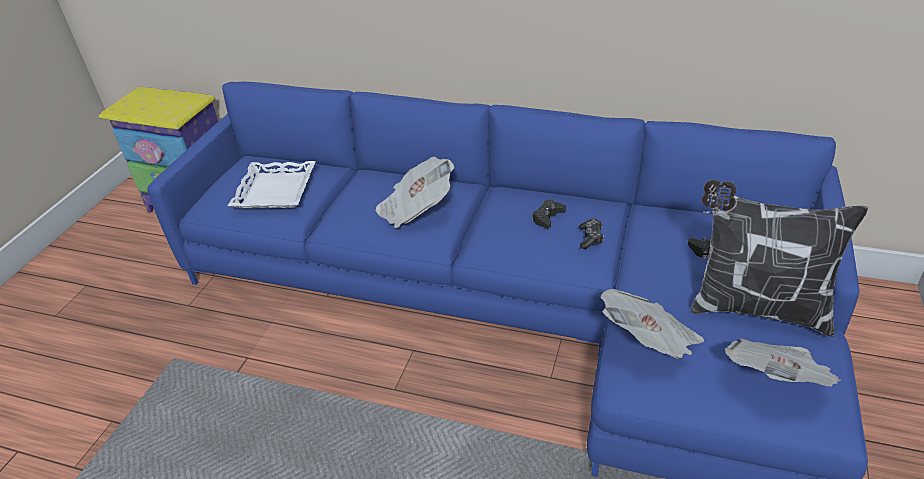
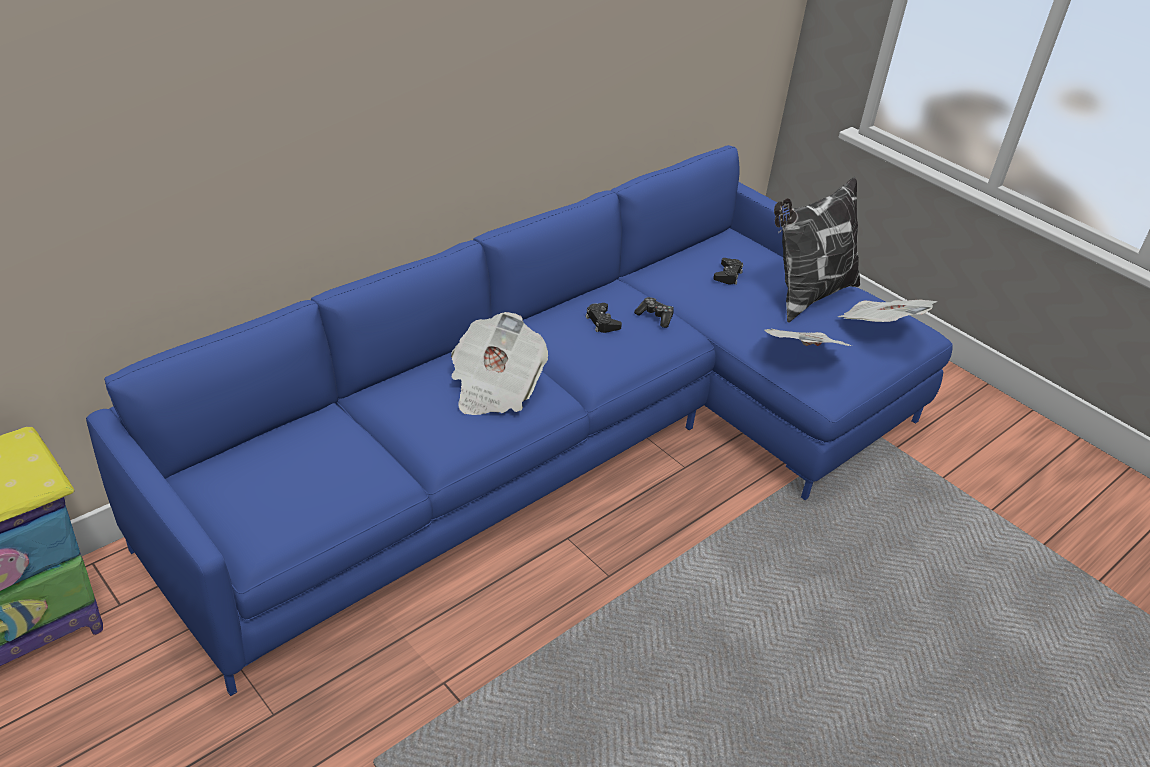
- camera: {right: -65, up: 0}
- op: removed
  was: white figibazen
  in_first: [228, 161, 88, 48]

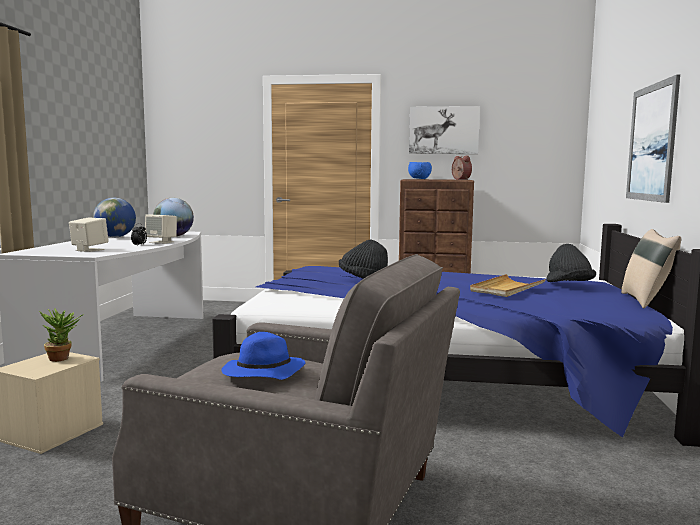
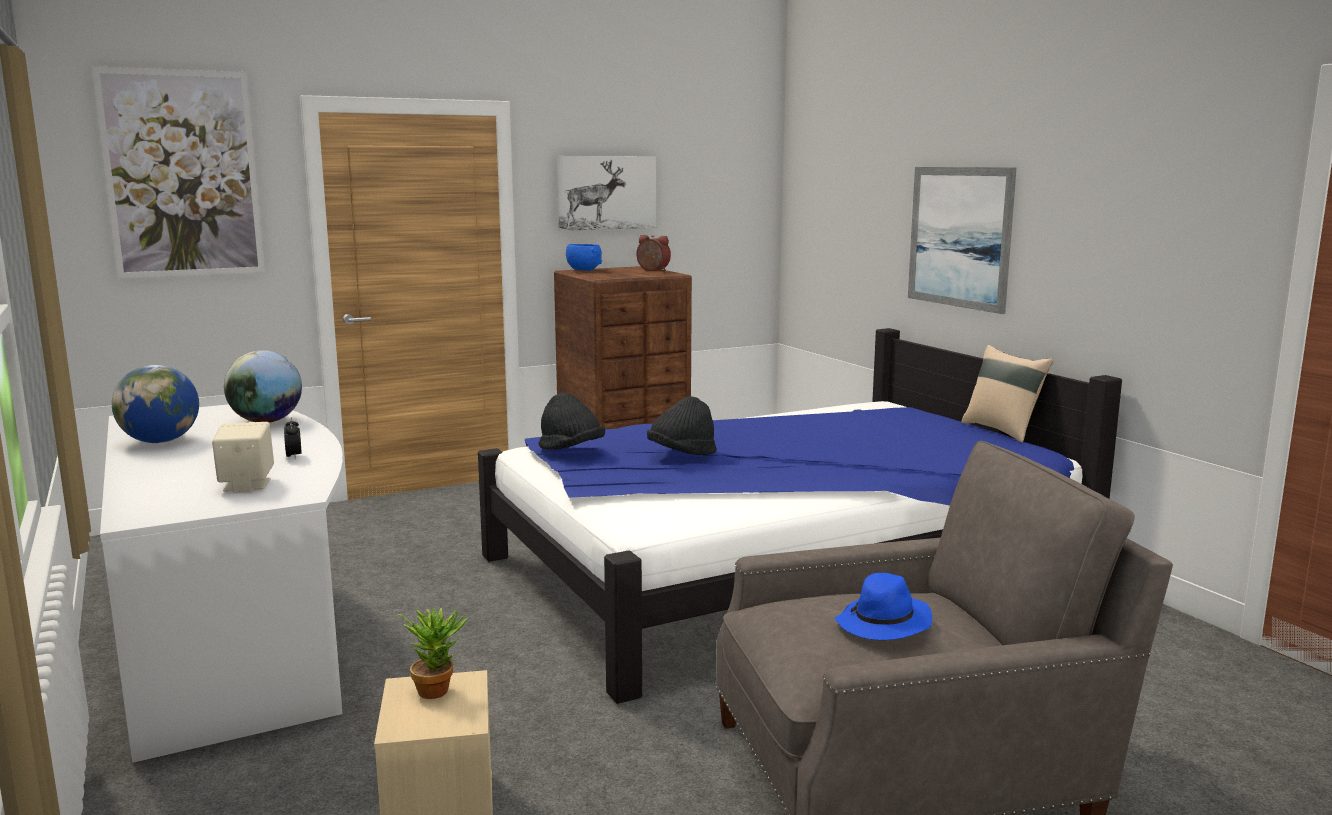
- camera: {right: -35, up: 5}
- op: removed
  was: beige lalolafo
  in_first: [145, 214, 32, 30]
- op: moved
  was: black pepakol
  in_first: [546, 244, 50, 38]
  in_second: [539, 393, 66, 57]
- op: removed
  was: beige figibazen
  in_first: [470, 274, 76, 23]
- op: added
  now: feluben
  in_second: [91, 66, 174, 213]

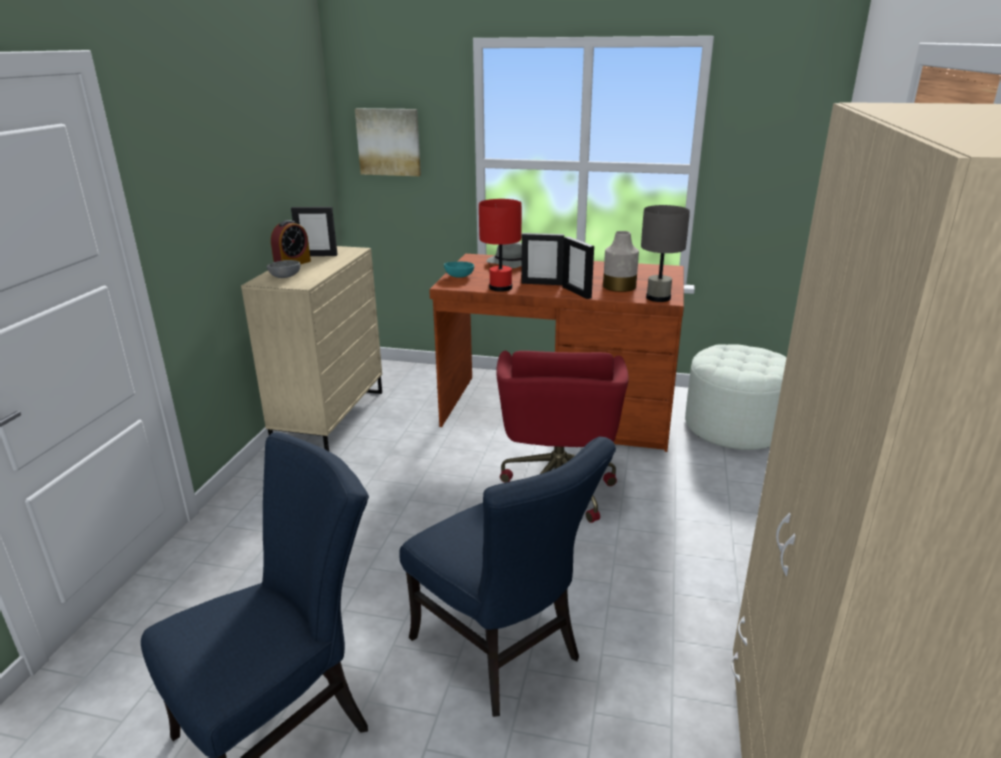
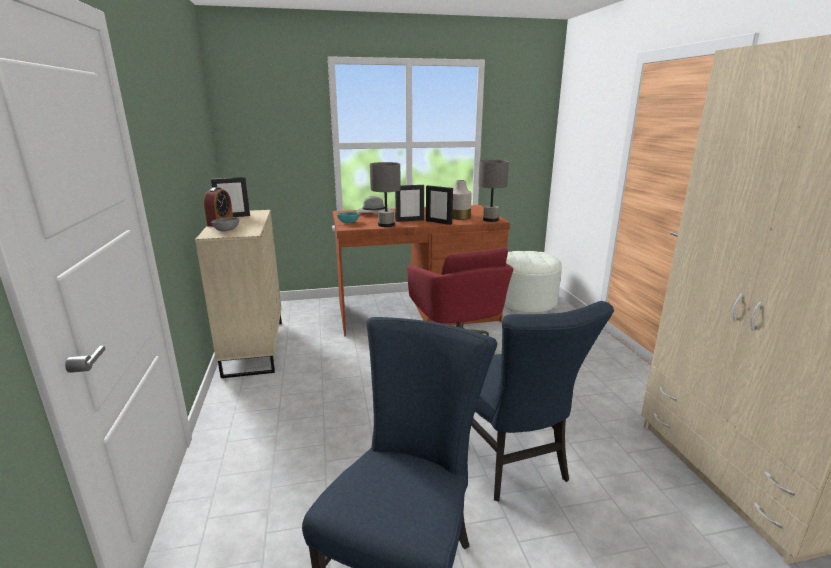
- camera: {right: -25, up: -5}
- op: removed
  was: feluben
  in_first: [355, 108, 66, 68]
- op: recoloured
  was: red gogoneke
  now: grey gogoneke
  in_first: [479, 199, 43, 93]
  in_second: [370, 162, 31, 65]
- op: turned
  was: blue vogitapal
  in_first: [399, 436, 217, 281]
  in_second: [471, 301, 143, 200]
  clockwise: 45

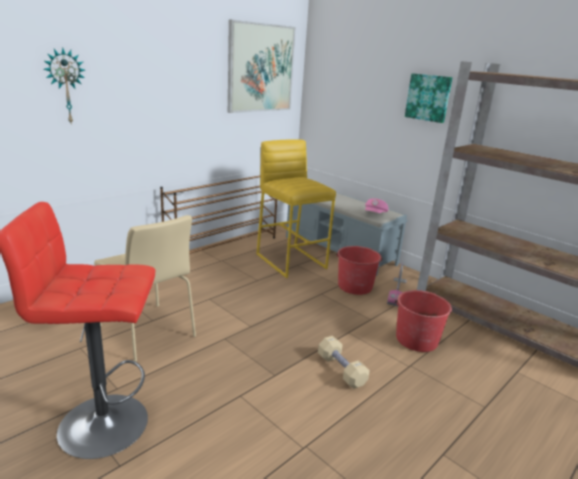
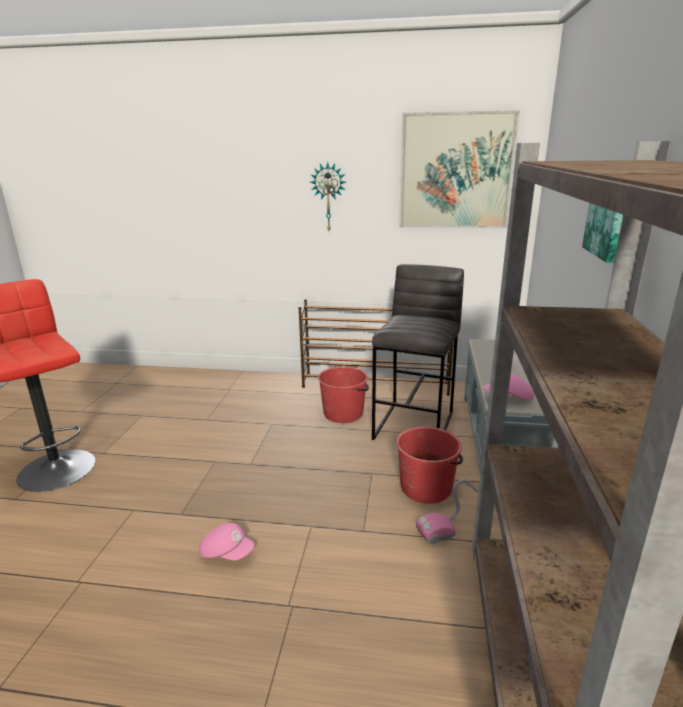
- camera: {right: 55, up: 0}
- op: moved
  was: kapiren
  in_first: [43, 48, 42, 75]
  in_second: [310, 162, 36, 69]
- op: recoloured
  was: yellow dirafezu
  now: grey dirafezu
  in_first: [257, 139, 79, 139]
  in_second: [372, 264, 92, 176]
- op: removed
  was: beige vogitapal
  in_first: [94, 215, 102, 147]
- op: moved
  was: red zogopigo
  in_first: [395, 290, 58, 62]
  in_second: [318, 366, 51, 57]
- op: replaced
  was: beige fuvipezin
  now: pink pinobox
  in_first: [318, 336, 52, 53]
  in_second: [199, 523, 55, 37]

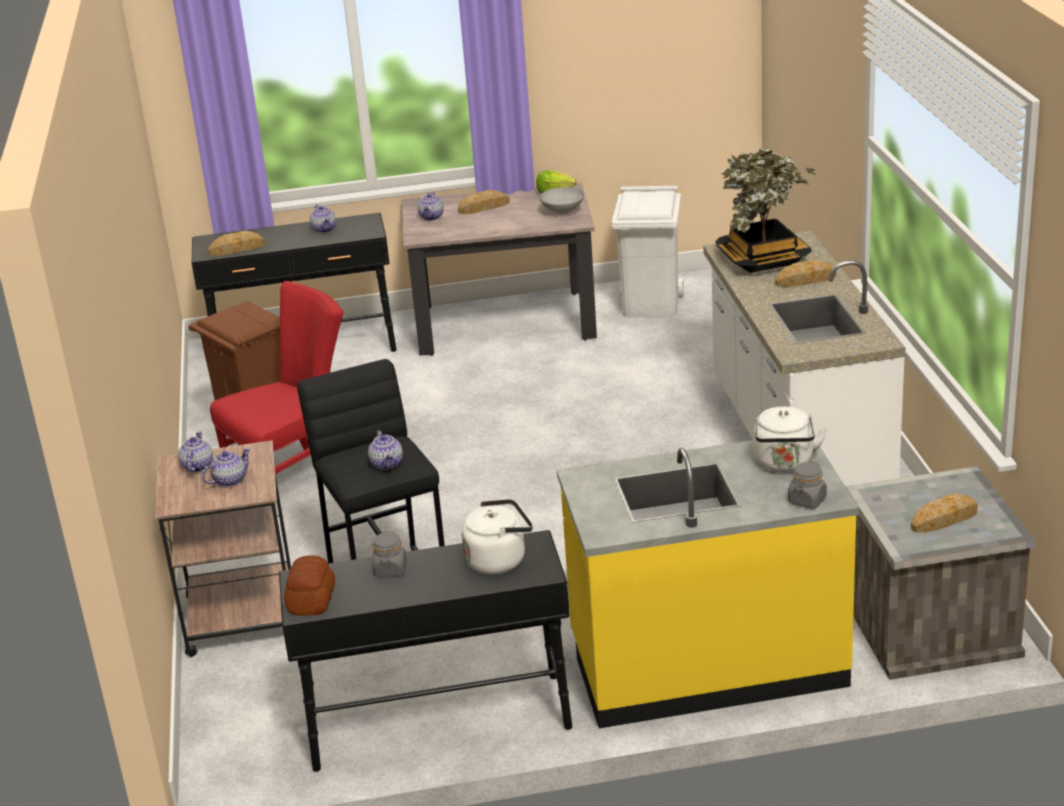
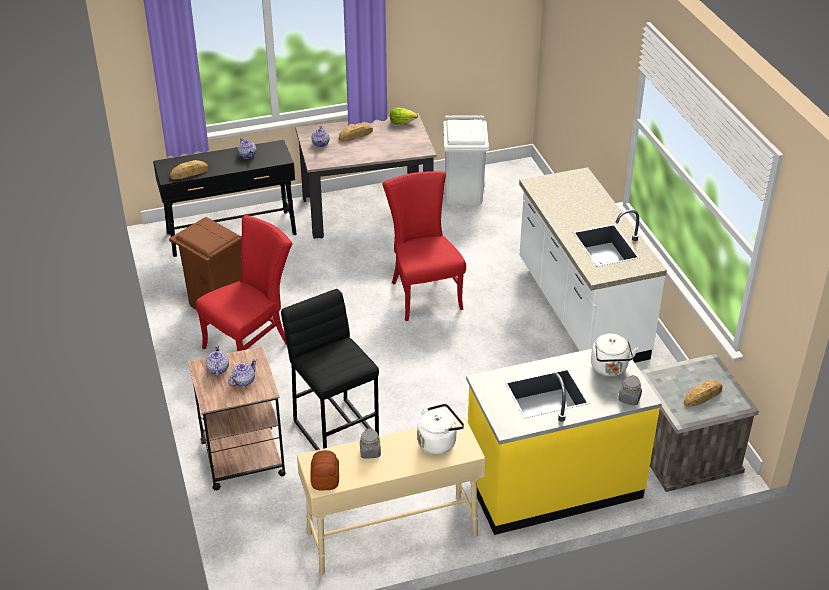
- camera: {right: -10, up: 10}
- op: removed
  was: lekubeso
  in_first: [715, 148, 102, 125]
- op: removed
  was: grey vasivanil
  in_first: [539, 187, 45, 27]
- op: removed
  was: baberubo
  in_first: [775, 259, 61, 28]
- op: removed
  was: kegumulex
  in_first: [368, 430, 35, 40]
- op: recoloured
  was: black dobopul
  now: beige dobopul
  in_first: [279, 530, 293, 242]
  in_second: [297, 417, 189, 158]
- op: added
  now: red vogitapal
  in_second: [382, 171, 84, 150]

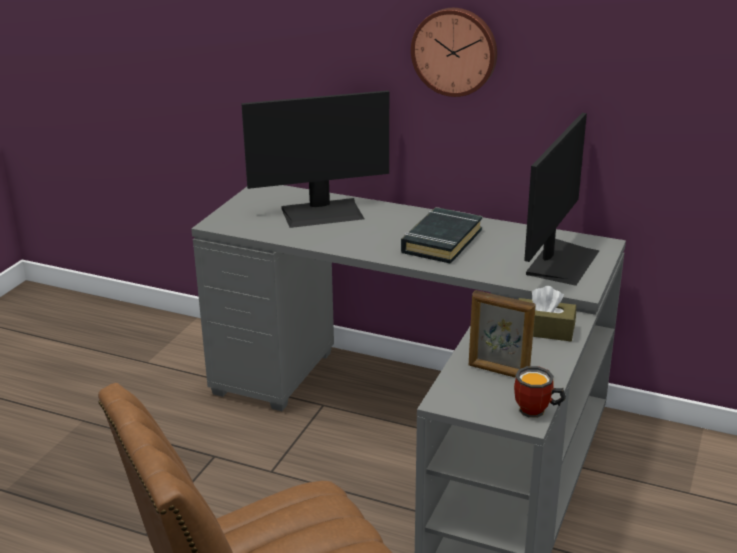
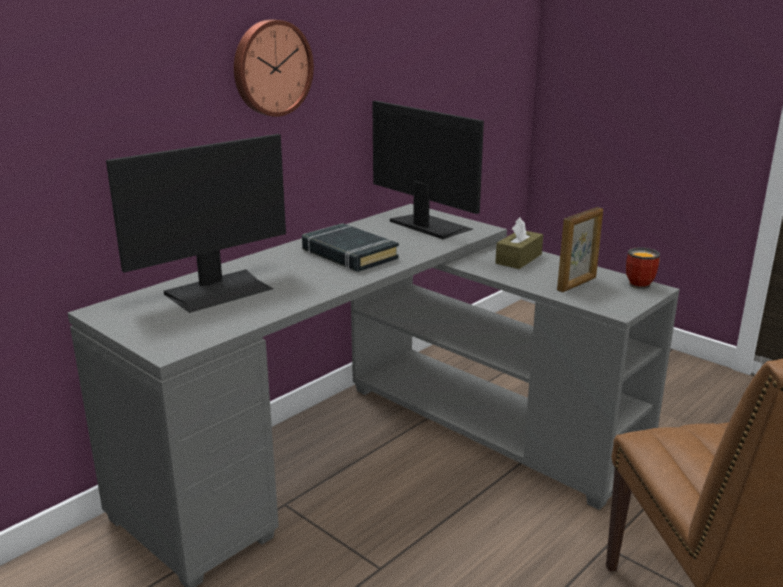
- camera: {right: -70, up: -5}
- op: turned
  was: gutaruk
  in_first: [241, 90, 148, 138]
  in_second: [106, 134, 180, 179]
  clockwise: 45

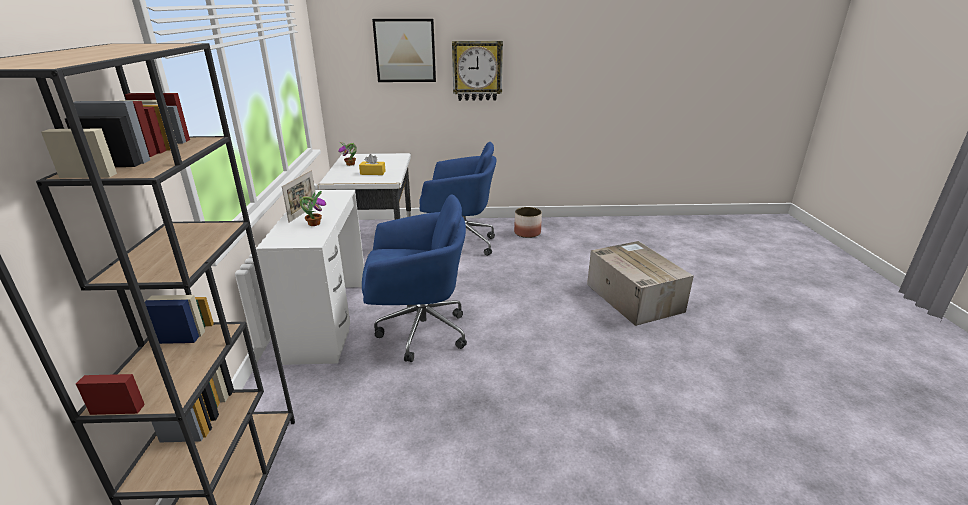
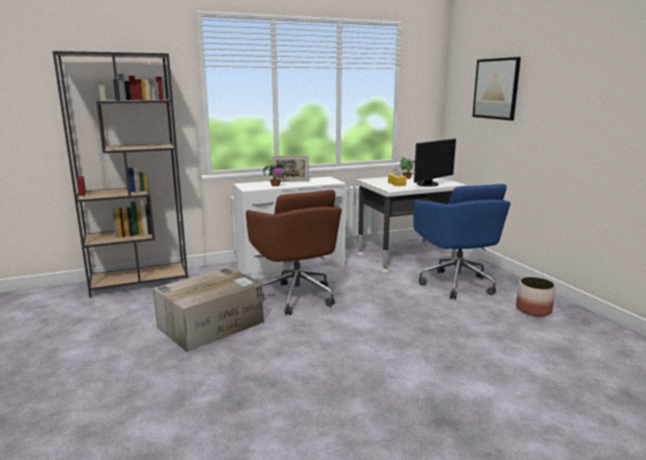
- camera: {right: 70, up: -10}
- op: removed
  was: kapiren
  in_first: [452, 41, 51, 60]
- op: recoloured
  was: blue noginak
  now: brown noginak
  in_first: [362, 194, 105, 168]
  in_second: [246, 190, 96, 125]
- op: moved
  was: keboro
  in_first: [587, 241, 107, 85]
  in_second: [153, 267, 111, 85]
- op: added
  now: gutaruk
  in_second: [414, 139, 42, 48]

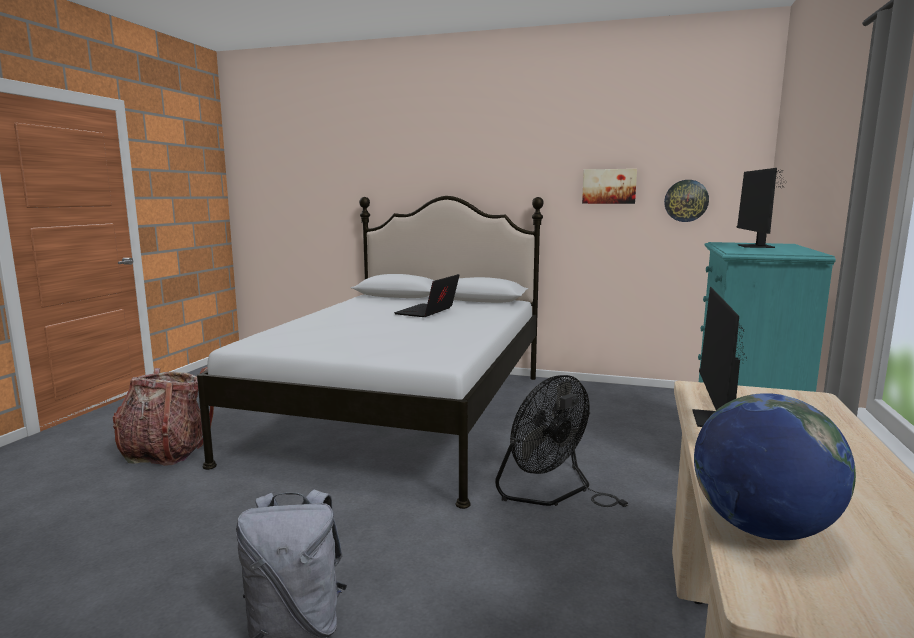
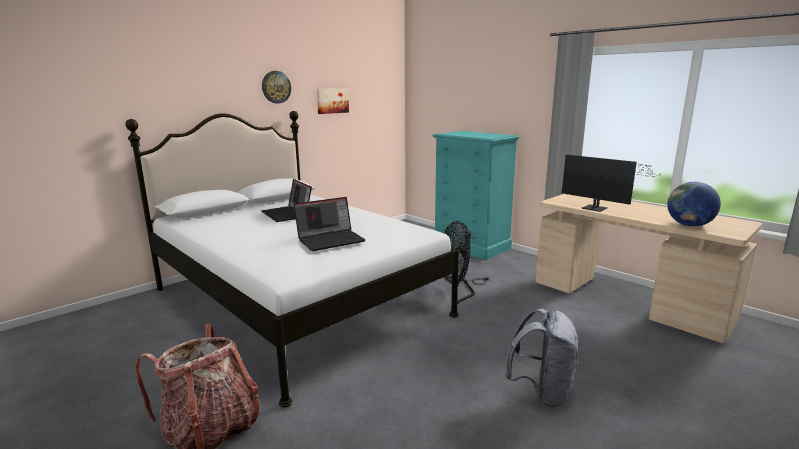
- camera: {right: -60, up: 5}
- op: removed
  was: gutaruk
  in_first: [736, 168, 49, 80]
- op: moved
  was: kapiren
  in_first: [664, 180, 45, 42]
  in_second: [262, 71, 29, 33]
- op: added
  now: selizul
  in_second: [293, 197, 72, 54]

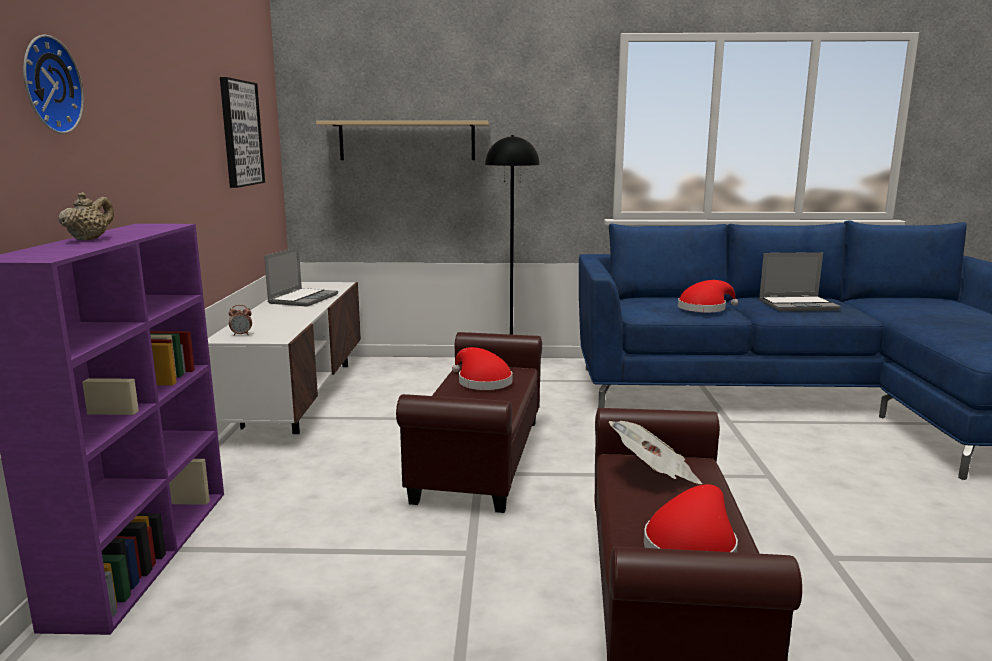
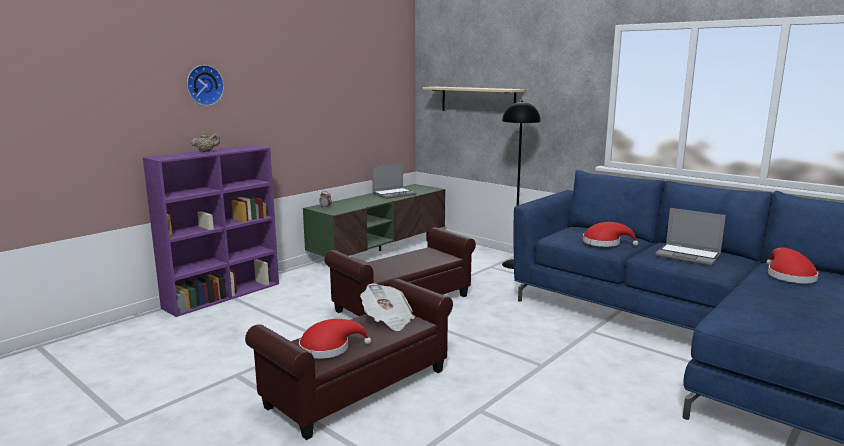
- camera: {right: 40, up: 0}
- op: removed
  was: feluben
  in_first: [220, 77, 45, 111]
- op: recoloured
  was: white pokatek
  now: green pokatek
  in_first: [208, 282, 153, 152]
  in_second: [303, 184, 142, 72]
- op: moved
  was: red pepakol
  in_first: [452, 347, 61, 43]
  in_second: [766, 247, 53, 36]

